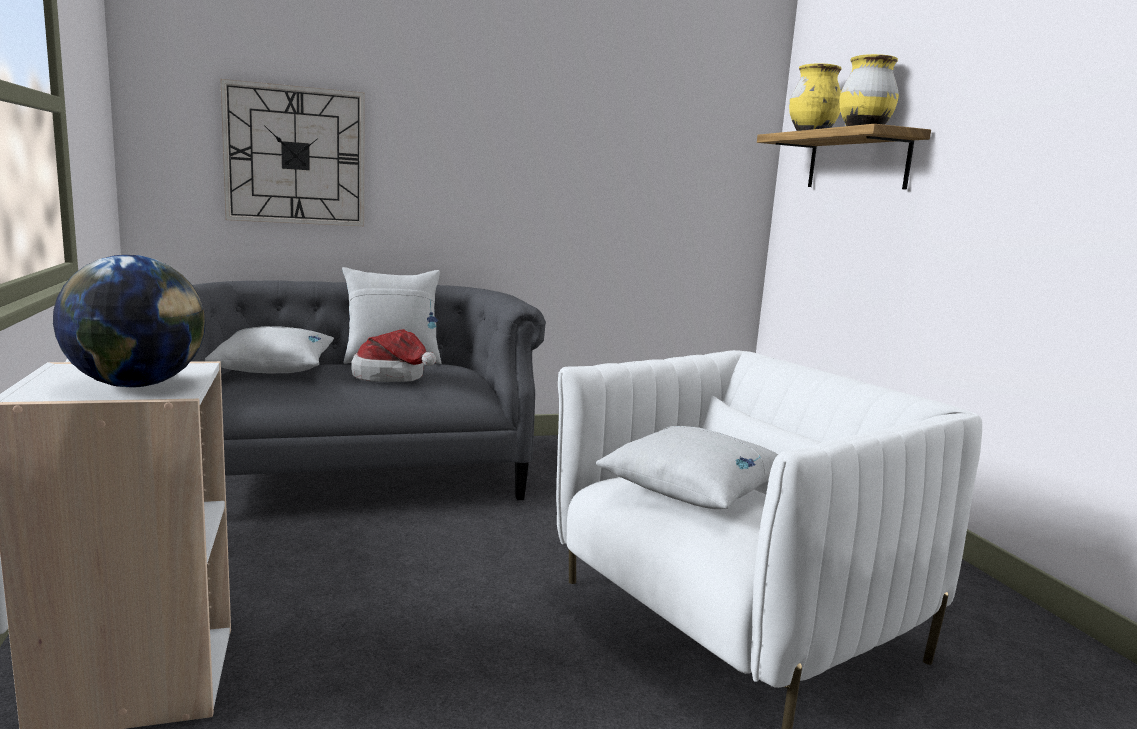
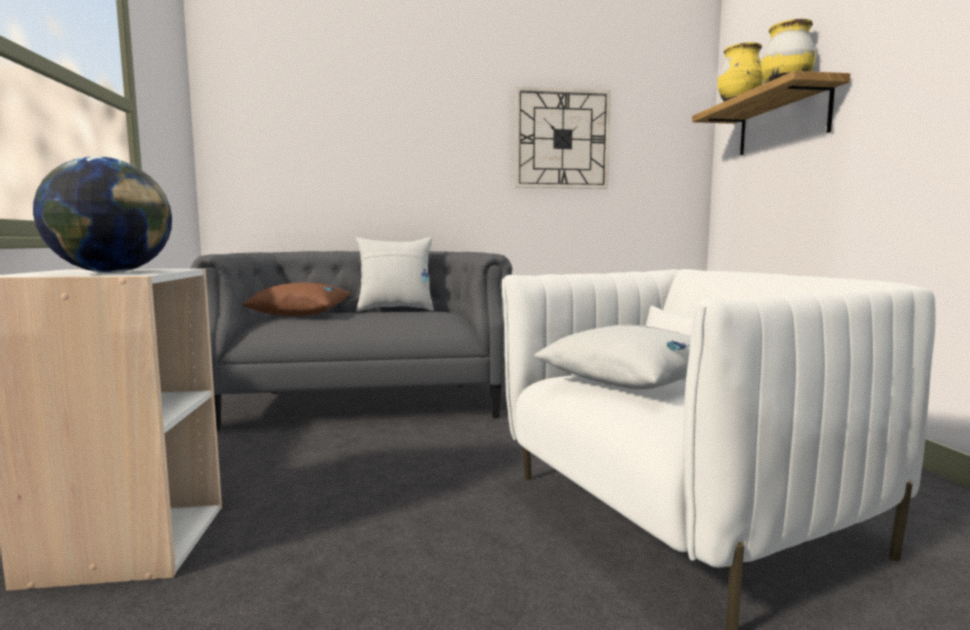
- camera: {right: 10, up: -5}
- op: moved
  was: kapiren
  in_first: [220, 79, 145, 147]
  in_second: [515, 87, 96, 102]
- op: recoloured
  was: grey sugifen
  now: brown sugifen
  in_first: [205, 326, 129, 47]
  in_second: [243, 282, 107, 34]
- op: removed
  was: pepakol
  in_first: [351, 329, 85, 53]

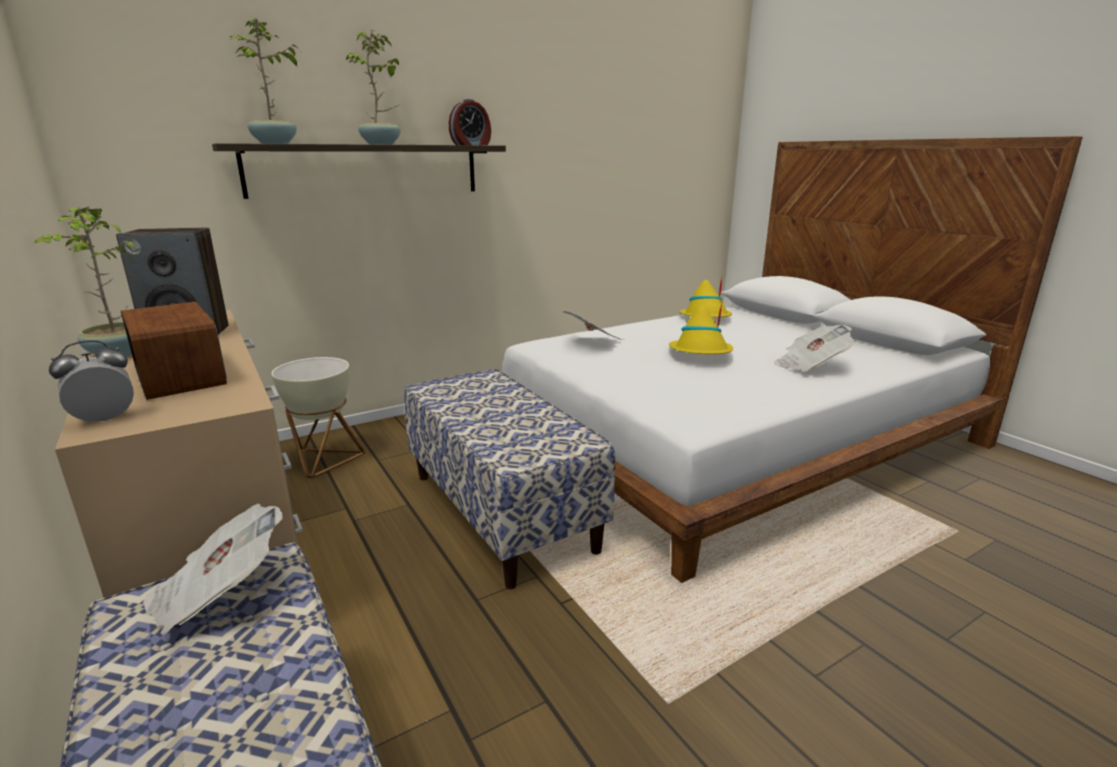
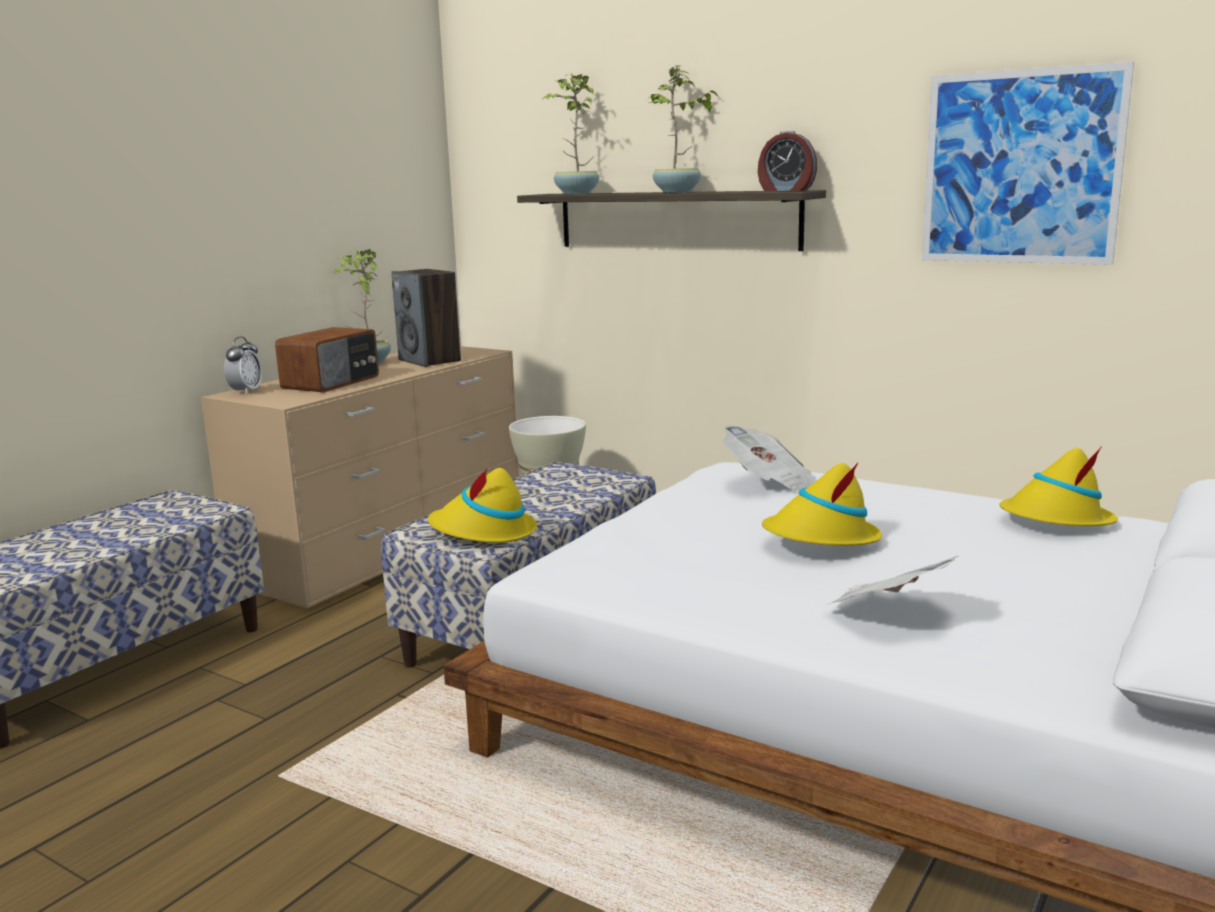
- camera: {right: 65, up: -5}
- op: turned
  was: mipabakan
  in_first: [49, 340, 85, 83]
  in_second: [224, 337, 38, 57]
  clockwise: 75
- op: removed
  was: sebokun
  in_first: [143, 504, 140, 131]
- op: added
  now: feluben
  in_second: [922, 62, 212, 203]
- op: added
  now: yellow pepakol
  in_second: [428, 468, 109, 75]

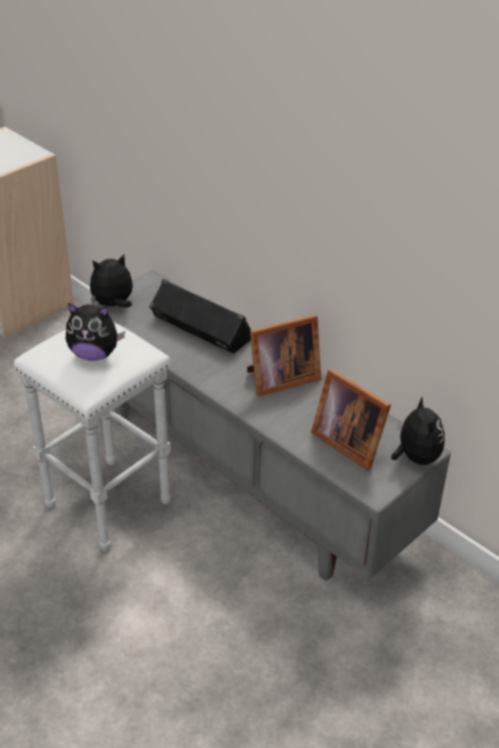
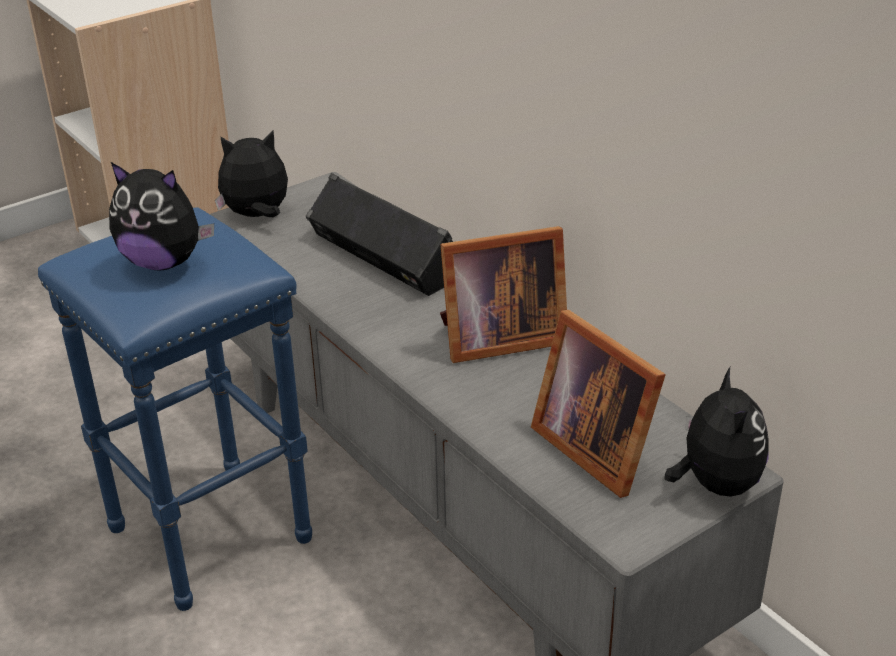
- camera: {right: 10, up: -5}
- op: recoloured
  was: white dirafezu
  now: blue dirafezu
  in_first: [14, 322, 157, 229]
  in_second: [38, 207, 274, 404]

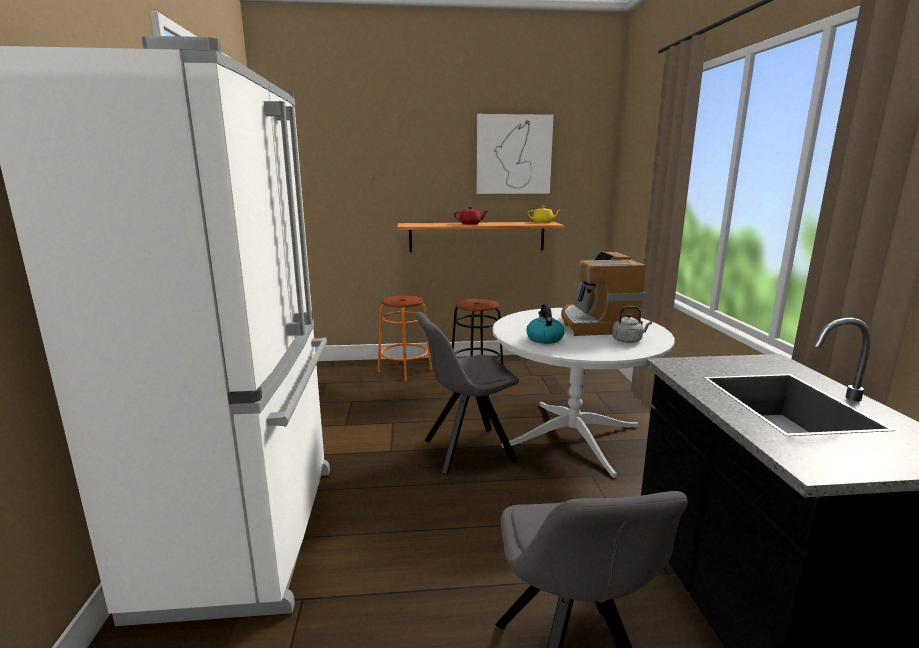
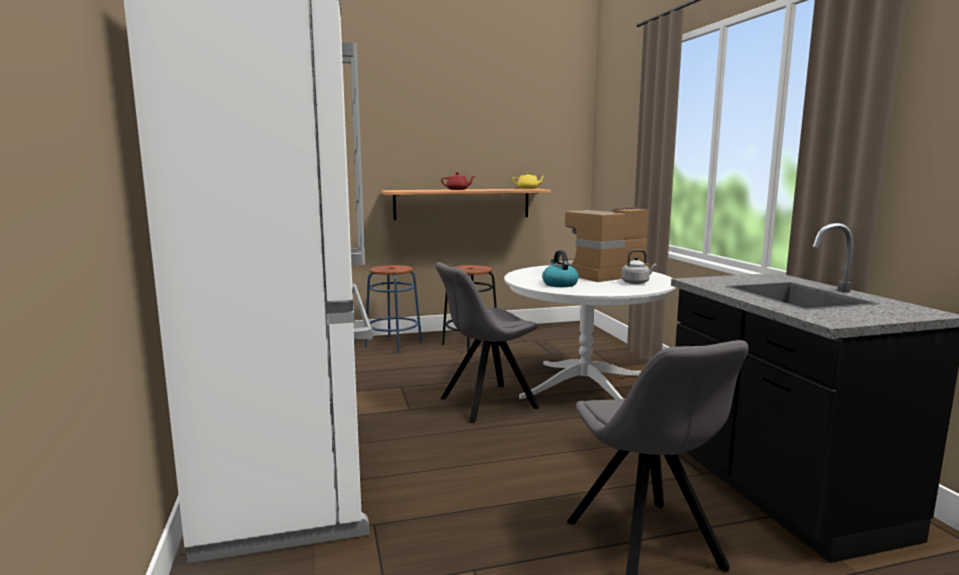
- camera: {right: -10, up: -5}
- op: removed
  was: feluben
  in_first: [476, 114, 78, 80]
- op: turned
  was: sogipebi
  in_first: [561, 251, 85, 85]
  in_second: [559, 208, 91, 74]
  clockwise: 75
- op: recoloured
  was: orange dirafezu
  now: blue dirafezu
  in_first: [378, 295, 54, 86]
  in_second: [365, 265, 57, 88]

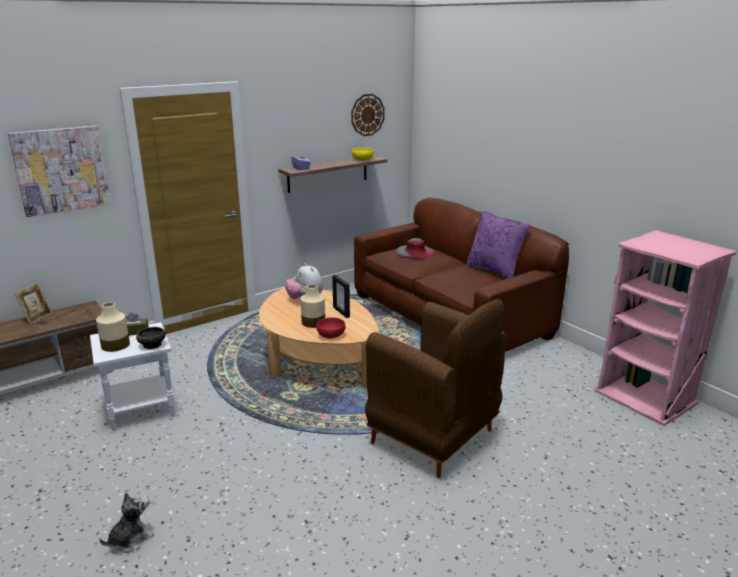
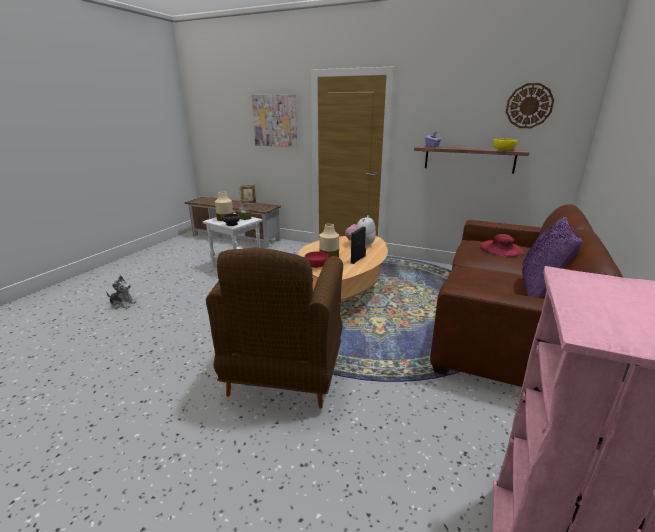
- camera: {right: 60, up: 0}
- op: recoloured
  was: grey pepakol
  now: red pepakol
  in_first: [395, 238, 40, 21]
  in_second: [480, 234, 44, 23]

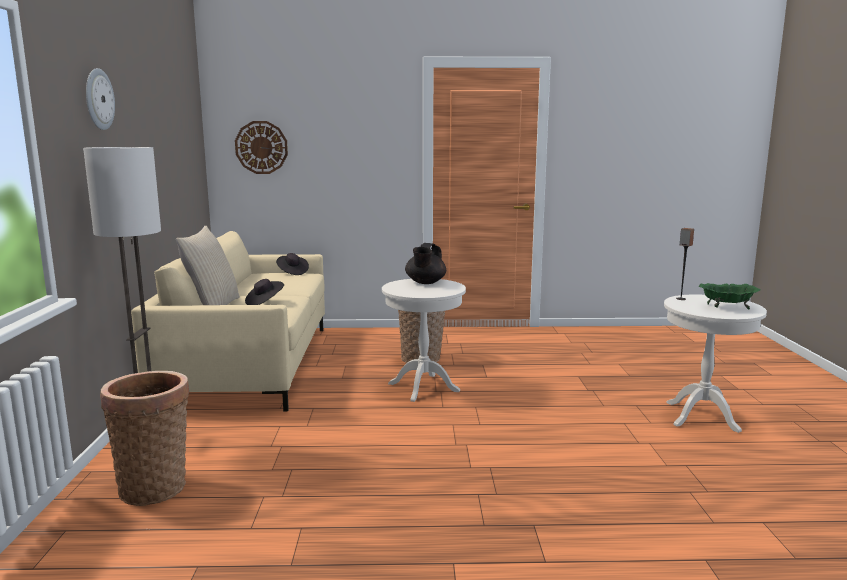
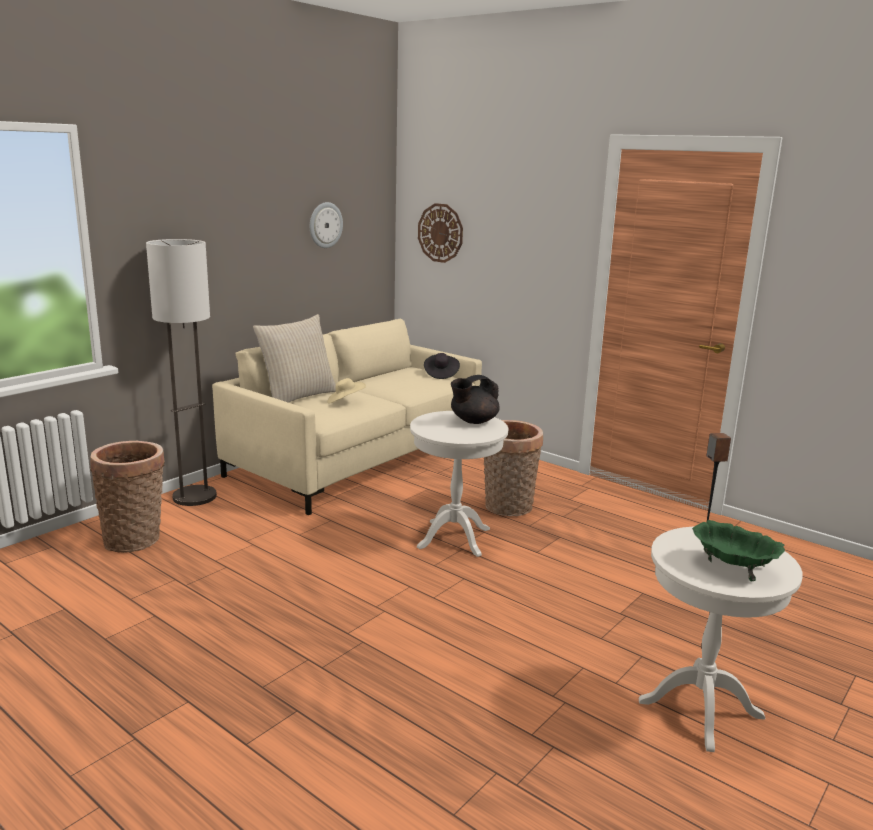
- camera: {right: 40, up: 5}
- op: moved
  was: kapiren
  in_first: [86, 68, 29, 62]
  in_second: [310, 202, 33, 46]
- op: recoloured
  was: black pepakol
  now: beige pepakol
  in_first: [245, 279, 39, 26]
  in_second: [327, 378, 39, 26]

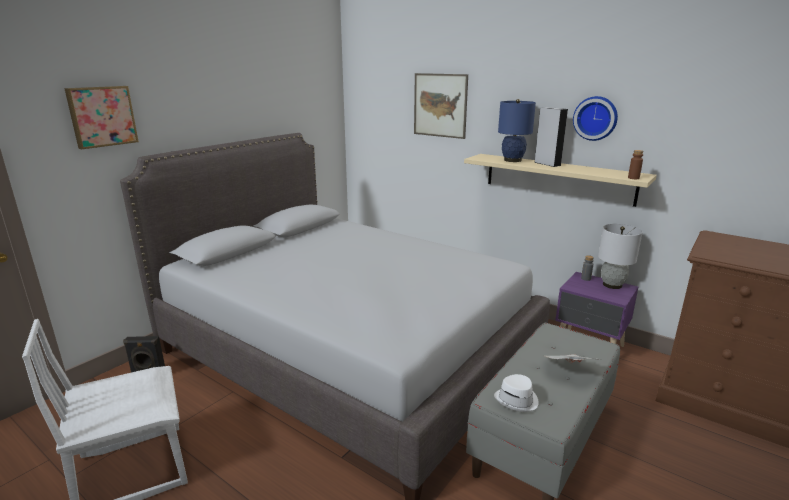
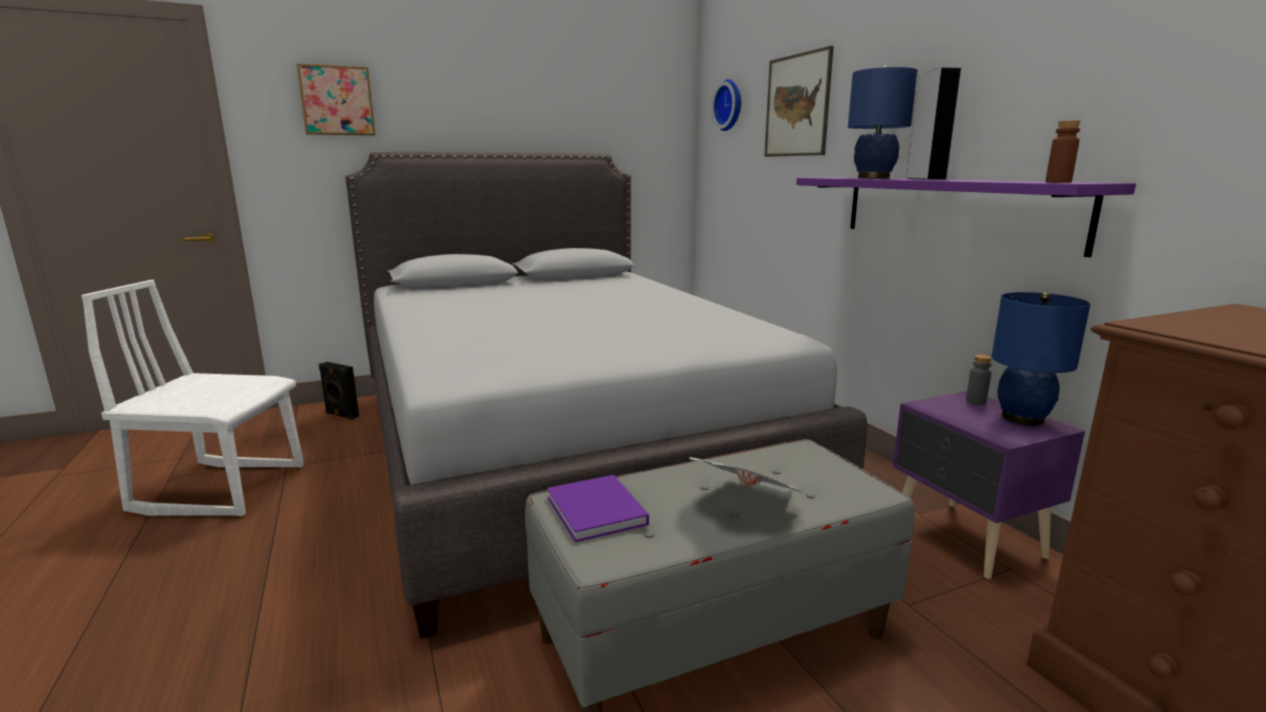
- camera: {right: 30, up: -5}
- op: moved
  was: kapiren
  in_first: [573, 96, 45, 45]
  in_second: [711, 79, 30, 52]
- op: recoloured
  was: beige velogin
  now: purple velogin
  in_first: [464, 154, 193, 53]
  in_second: [796, 177, 340, 80]
- op: recoloured
  was: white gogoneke
  now: blue gogoneke
  in_first: [598, 224, 45, 65]
  in_second: [991, 292, 99, 134]
- op: replaced
  was: white pepakol
  now: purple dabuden
  in_first: [494, 374, 45, 38]
  in_second: [547, 475, 102, 67]

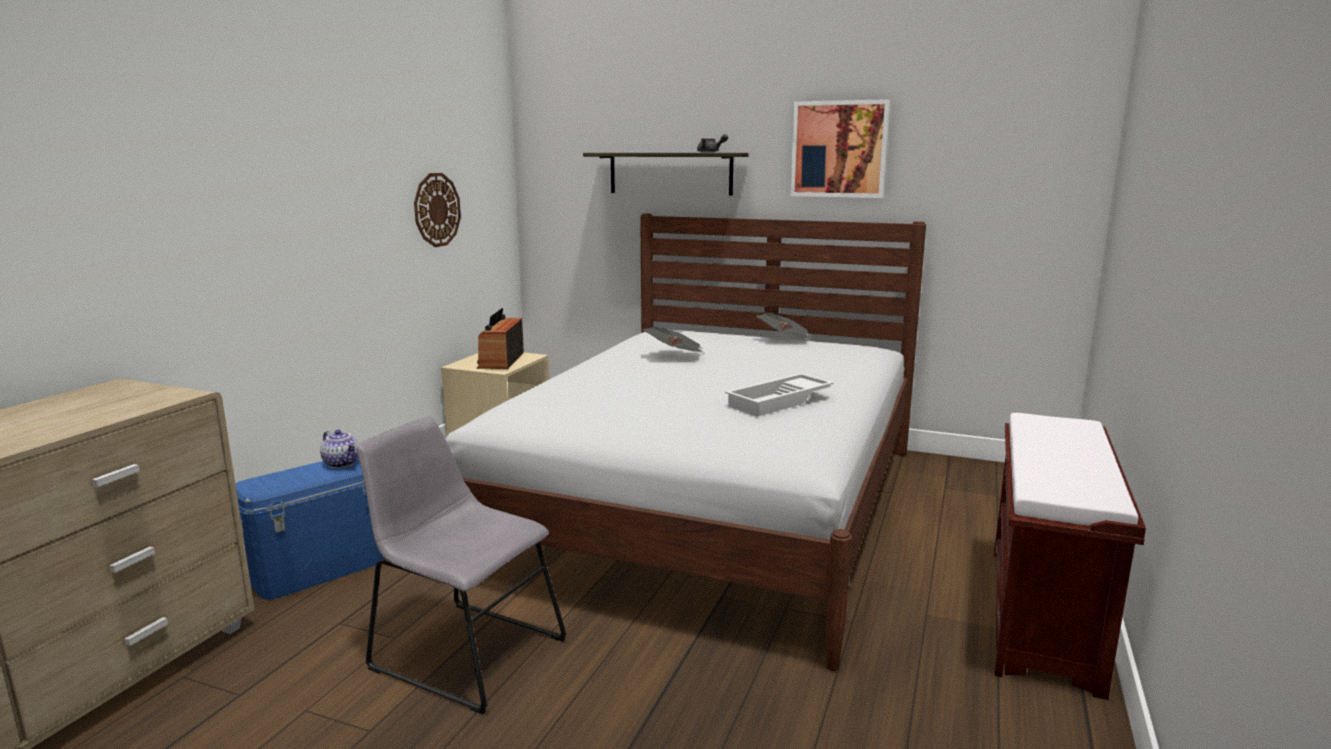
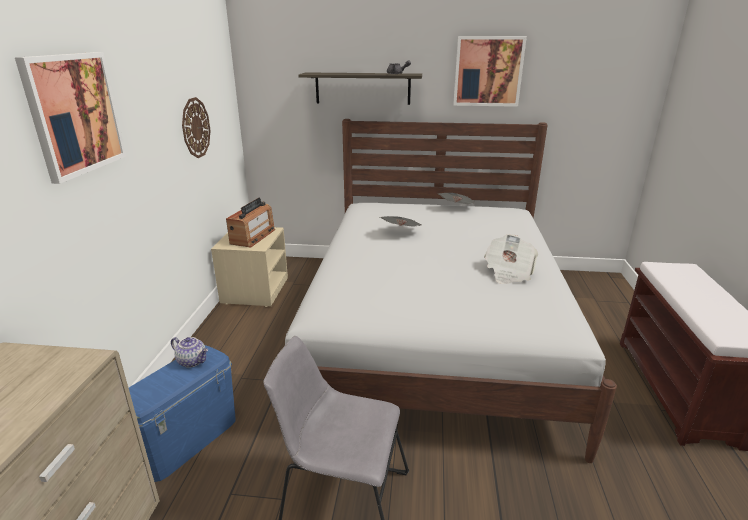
- camera: {right: -15, up: 10}
- op: turned
  was: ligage
  in_first: [477, 308, 47, 61]
  in_second: [226, 197, 49, 50]
  clockwise: -150
- op: replaced
  was: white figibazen
  now: sebokun
  in_first: [725, 373, 109, 44]
  in_second: [484, 234, 54, 50]
- op: added
  now: feluben
  in_second: [15, 52, 111, 132]

